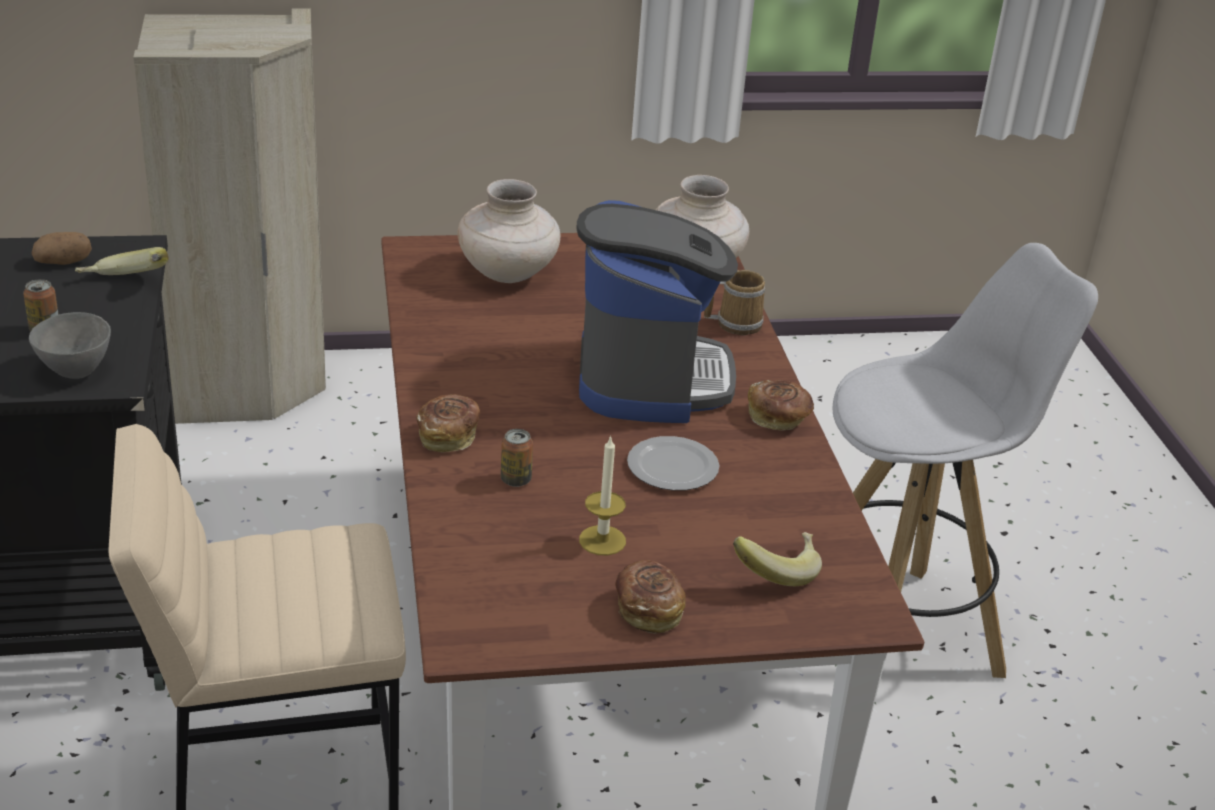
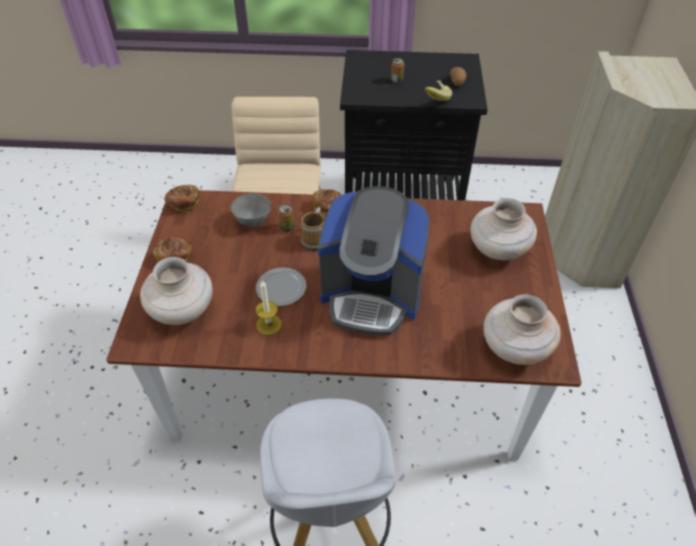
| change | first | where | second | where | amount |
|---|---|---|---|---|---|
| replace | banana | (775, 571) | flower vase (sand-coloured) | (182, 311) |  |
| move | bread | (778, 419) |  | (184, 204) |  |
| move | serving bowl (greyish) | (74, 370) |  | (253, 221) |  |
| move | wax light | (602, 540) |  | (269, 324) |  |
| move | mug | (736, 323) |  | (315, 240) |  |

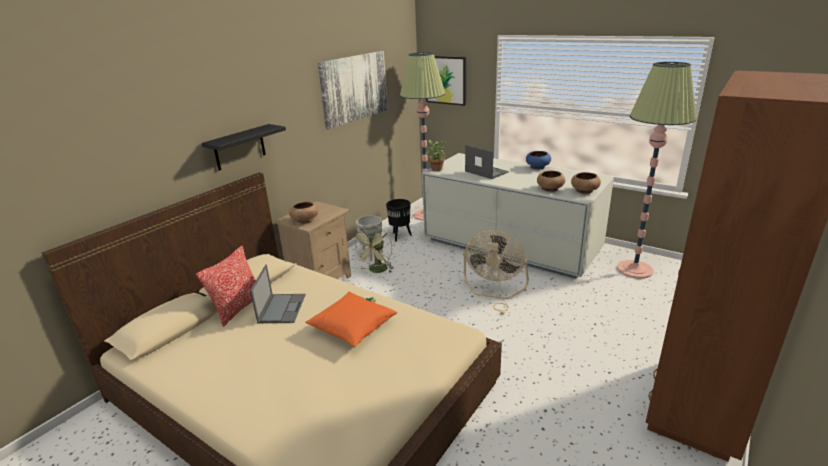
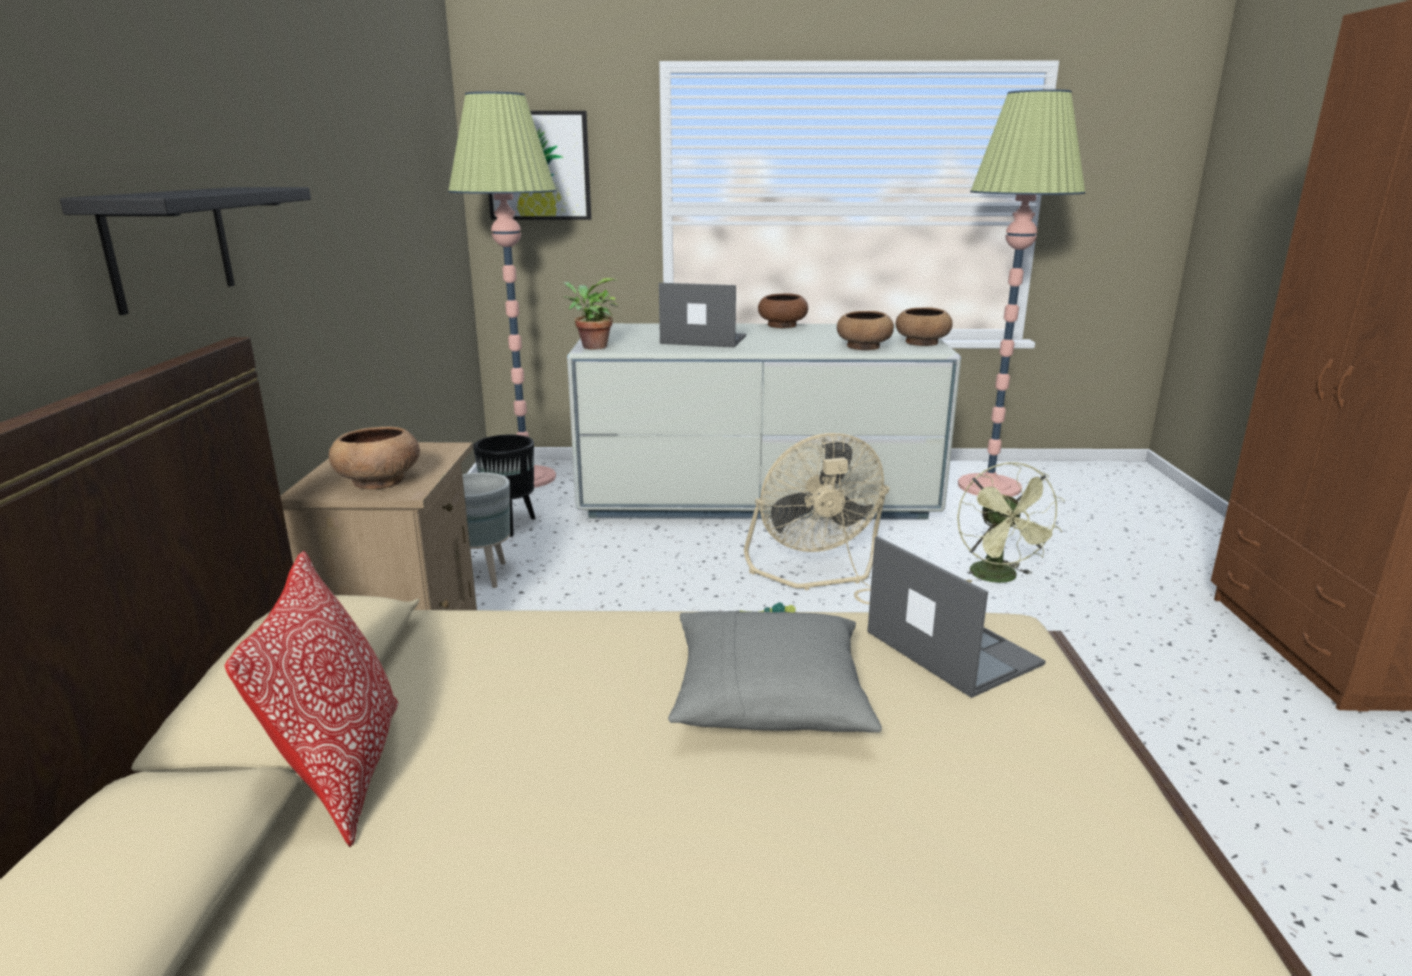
| change | first | where | second | where | amount |
|---|---|---|---|---|---|
| recolor | throw pillow (orange-coloured) | (353, 328) | throw pillow (greyish) | (770, 699) |  |
| recolor | serving bowl (blue) | (537, 167) | serving bowl (brown) | (782, 326) |  |
| move | notebook computer | (282, 308) |  | (950, 647) |  |
| move | electric fan (green-coloured) | (376, 271) |  | (999, 578) |  |
| delete | wall picture | (354, 88) |  |  |  |

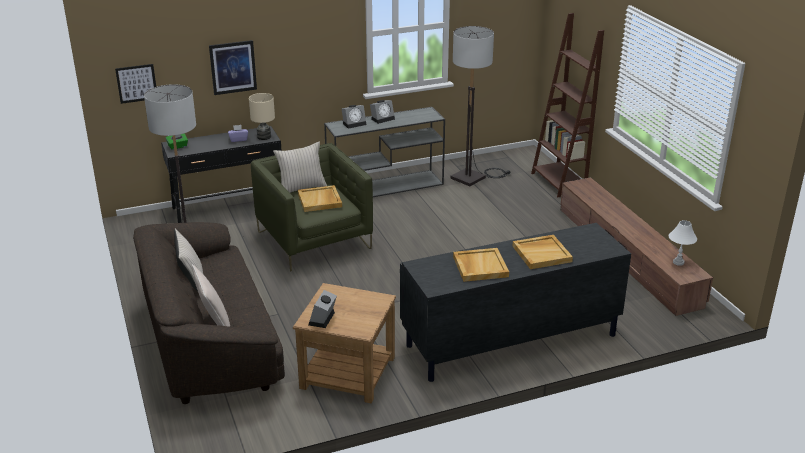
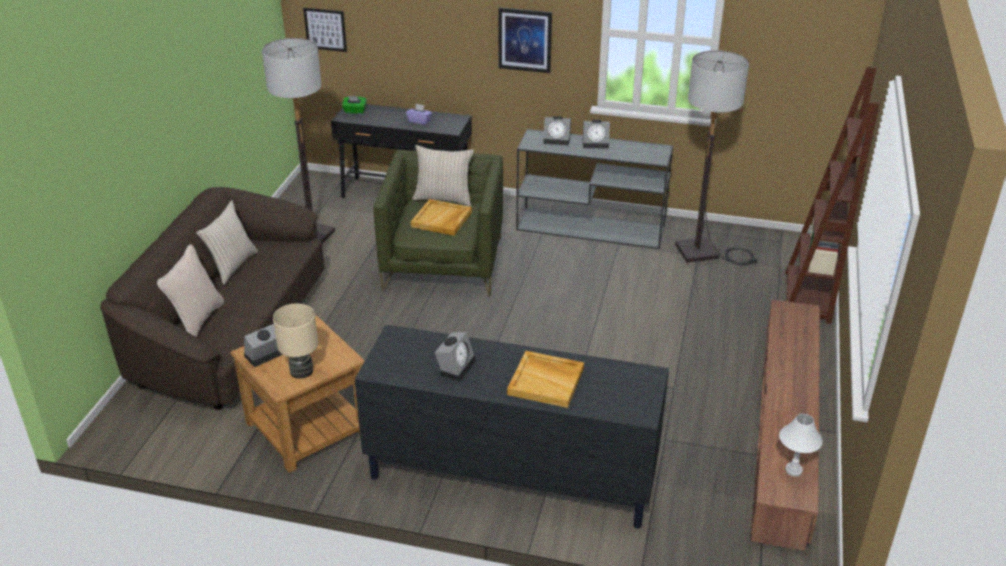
| change | first | where | second | where | amount |
|---|---|---|---|---|---|
| move | table lamp (sand-coloured) | (264, 137) |  | (302, 371) |  |
| replace | carrying tray (sand-coloured) | (480, 266) | bedside clock | (456, 366) |  |
| move | wall picture | (233, 67) |  | (525, 40) |  |

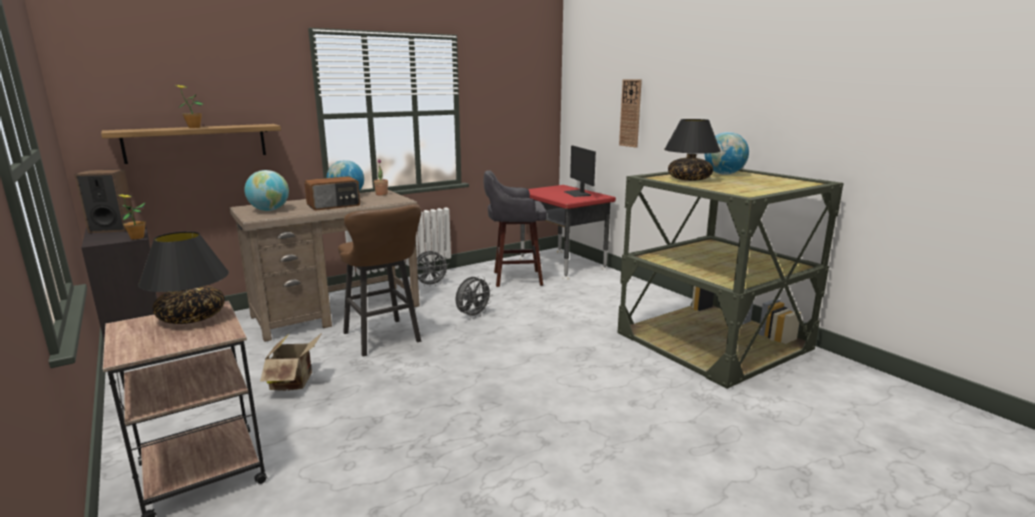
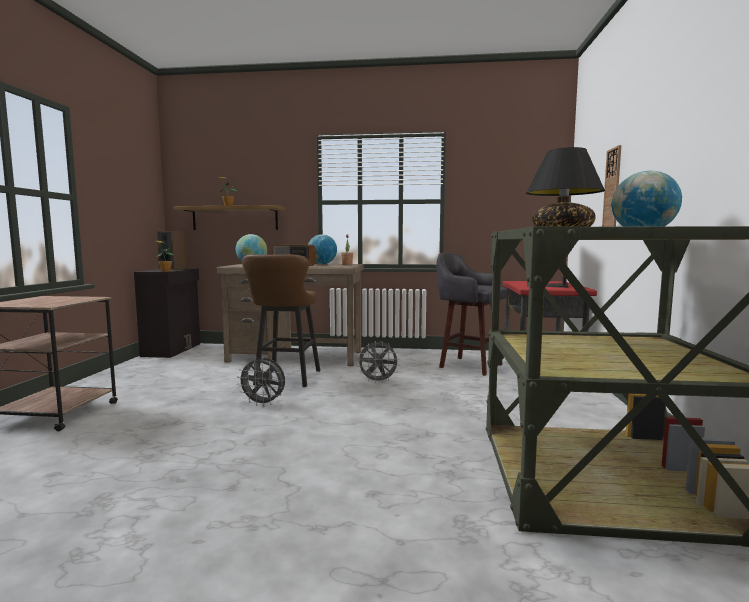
| change | first | where | second | where | amount |
|---|---|---|---|---|---|
| move | electric fan (greyish) | (431, 285) |  | (263, 404) |  |
| delete | table lamp (black-coloured) | (192, 317) |  |  |  |
| delete | carton | (295, 381) |  |  |  |

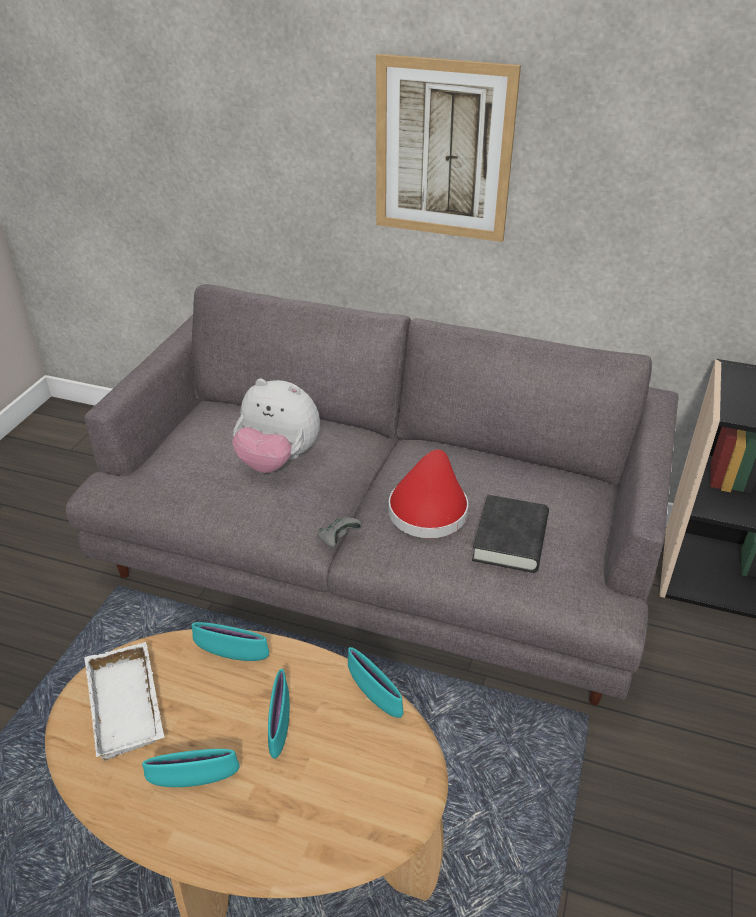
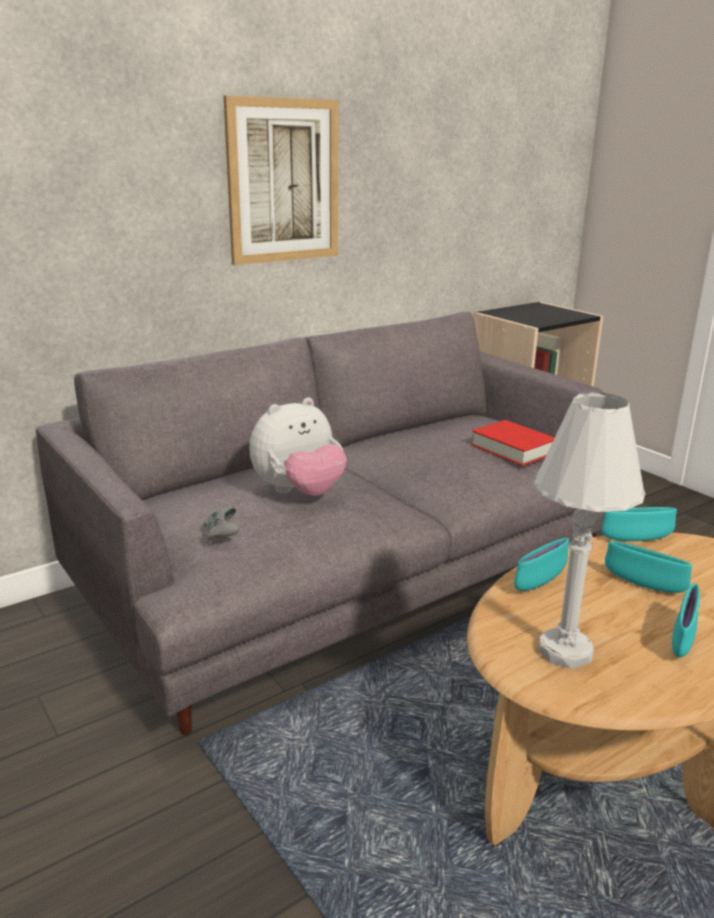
| change | first | where | second | where | amount |
|---|---|---|---|---|---|
| move | gamepad (greyish) | (338, 539) |  | (221, 535) |  |
| recolor | bound book (black-coloured) | (510, 539) | bound book (red) | (514, 449) |  |
| replace | carrying tray (white) | (129, 706) | table lamp (white) | (565, 651) |  |
| delete | clothing hat (red) | (428, 508) |  |  |  |

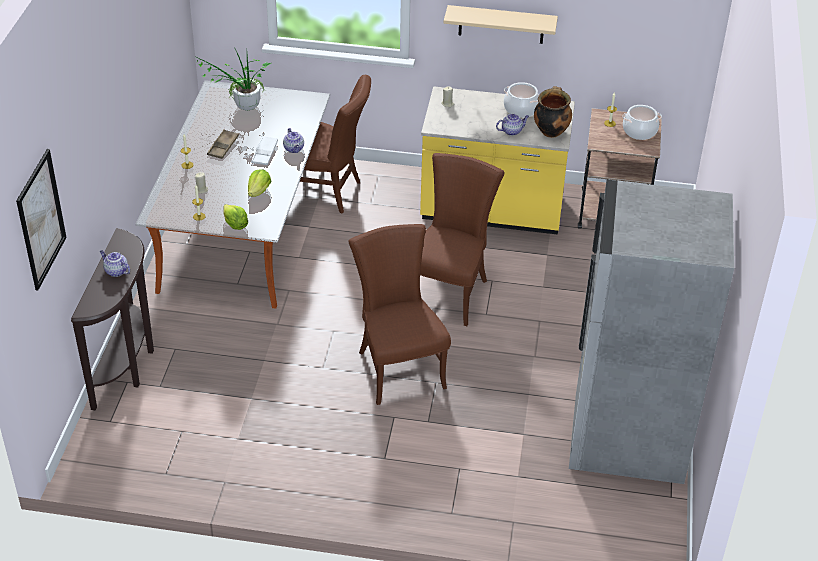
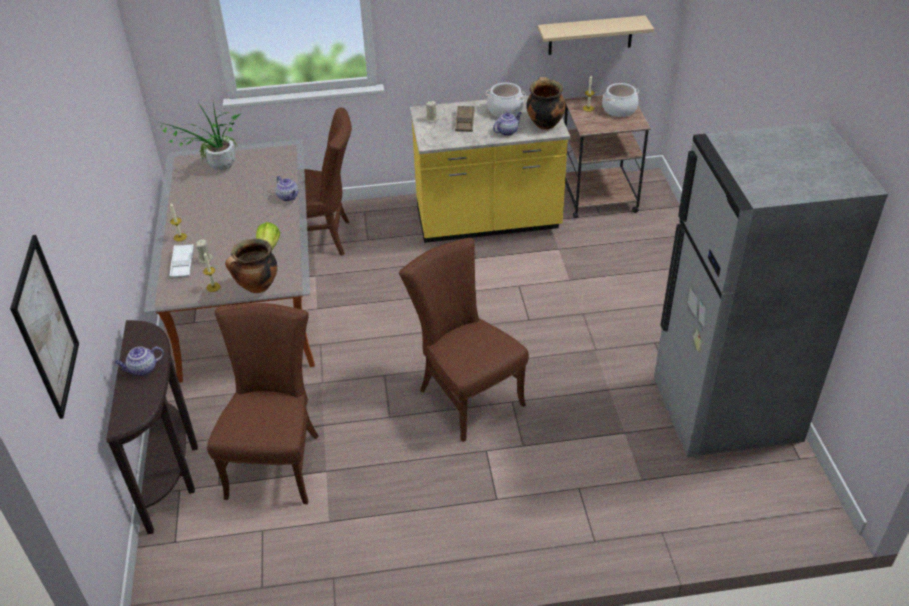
| change | first | where | second | where | amount |
|---|---|---|---|---|---|
| rotate | pot for tea | (115, 271) |  | (142, 369) | 45 degrees counterclockwise |
| move | carrying tray (white) | (264, 153) |  | (182, 264) |  |
| move | upright chair (brown) | (449, 290) |  | (277, 461) |  |
| replace | lettuce | (235, 225) | stockpot | (257, 287) |  |
| move | carrying tray (brown) | (223, 146) |  | (465, 121) |  |
| move | shelf (sand-coloured) | (501, 24) |  | (590, 35) |  |

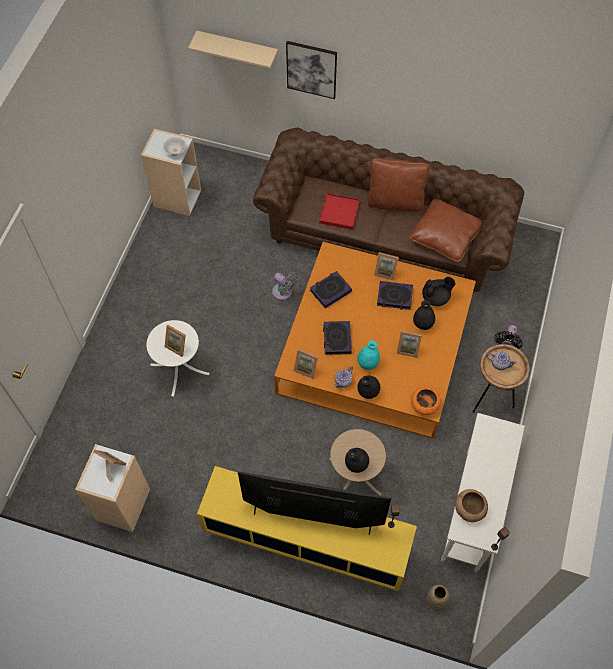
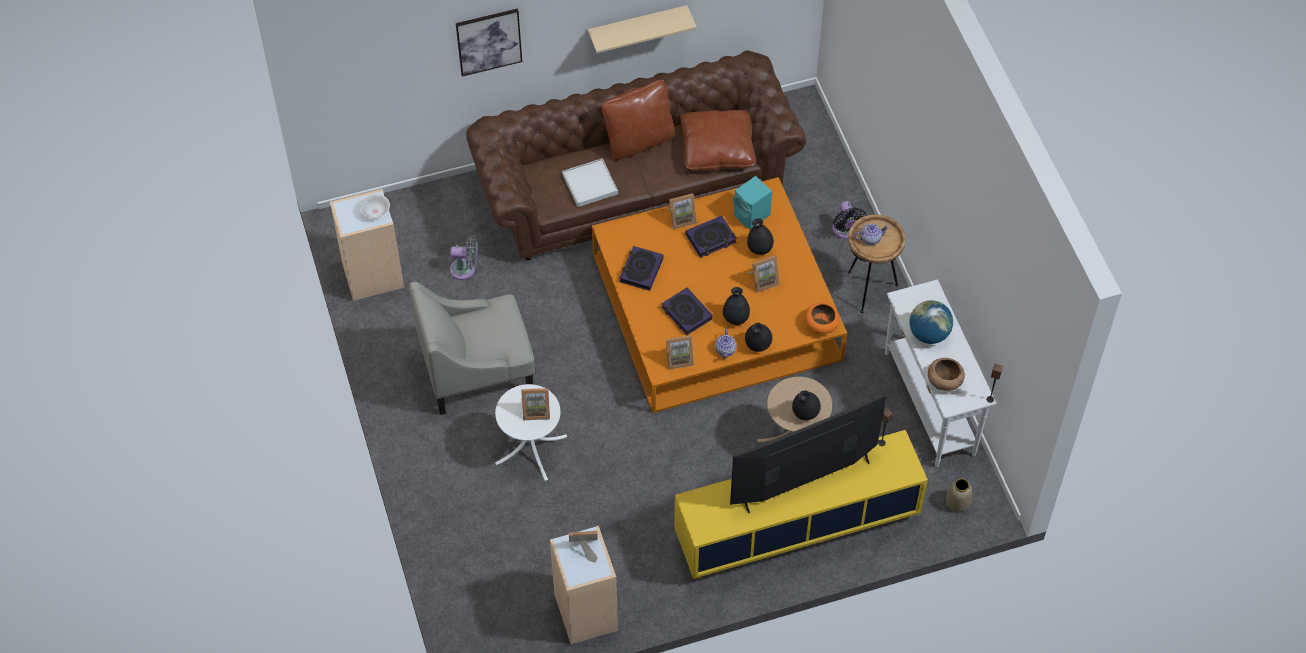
| change | first | where | second | where | amount |
|---|---|---|---|---|---|
| insert |  |  | armchair (greyish) | (478, 370) |  |
| move | electric fan (greyish) | (284, 293) |  | (465, 269) |  |
| recolor | carrying tray (red) | (339, 212) | carrying tray (white) | (590, 184) |  |
| move | shelf (sand-coloured) | (237, 49) |  | (637, 27) |  |
| recolor | flower vase (turquoise) | (368, 363) | flower vase (black-coloured) | (736, 318) |  |
| replace | pot for tea (black-coloured) | (436, 297) | audio speaker (turquoise) | (752, 216) |  |
| insert |  |  | world globe | (929, 334) |  |

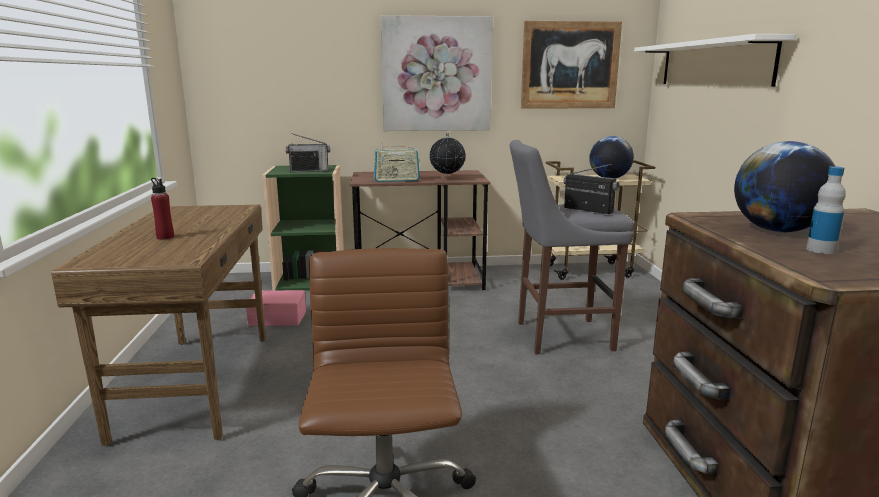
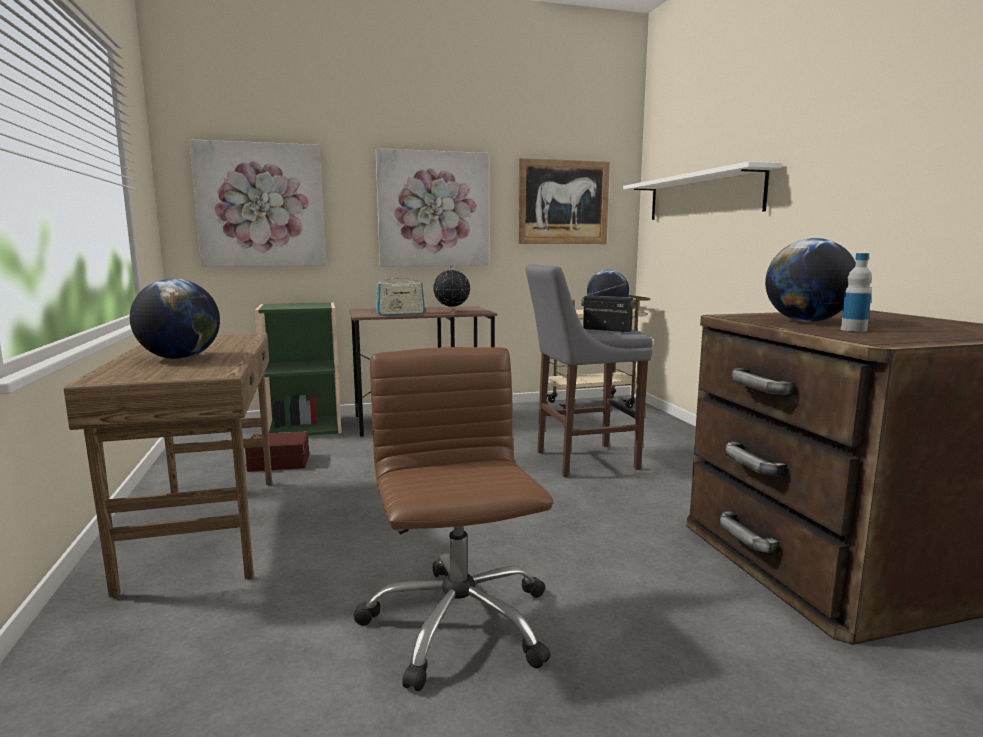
| change | first | where | second | where | amount |
|---|---|---|---|---|---|
| replace | beverage bottle (red) | (165, 237) | world globe | (180, 358) |  |
| insert |  |  | wall picture | (261, 205) |  |
| recolor | storage container (pinkish) | (277, 317) | storage container (brown) | (279, 462) |  |
| delete | radio set | (309, 171) |  |  |  |

